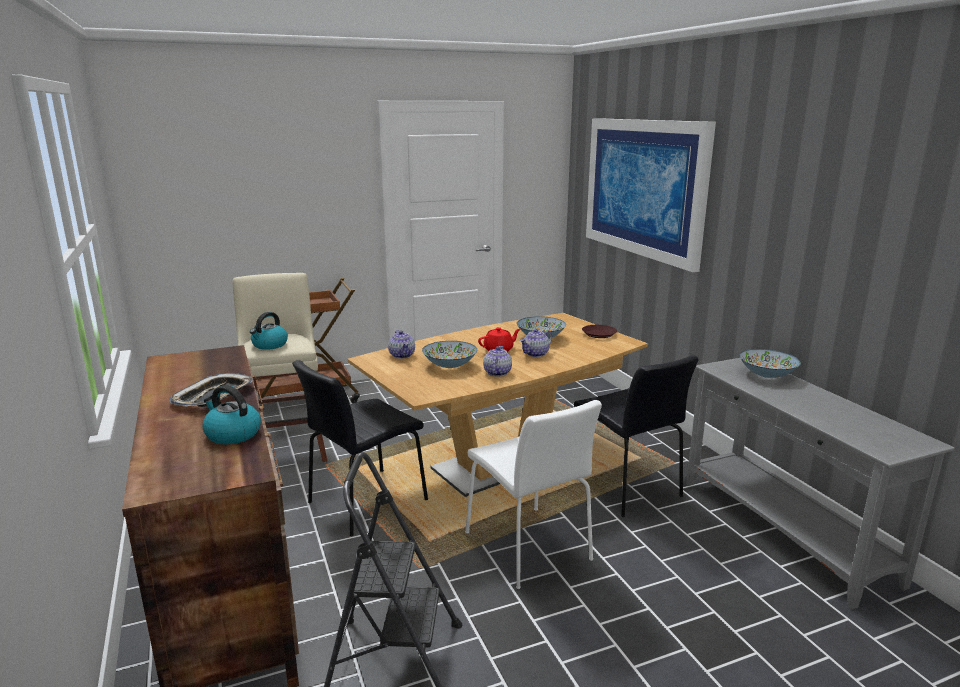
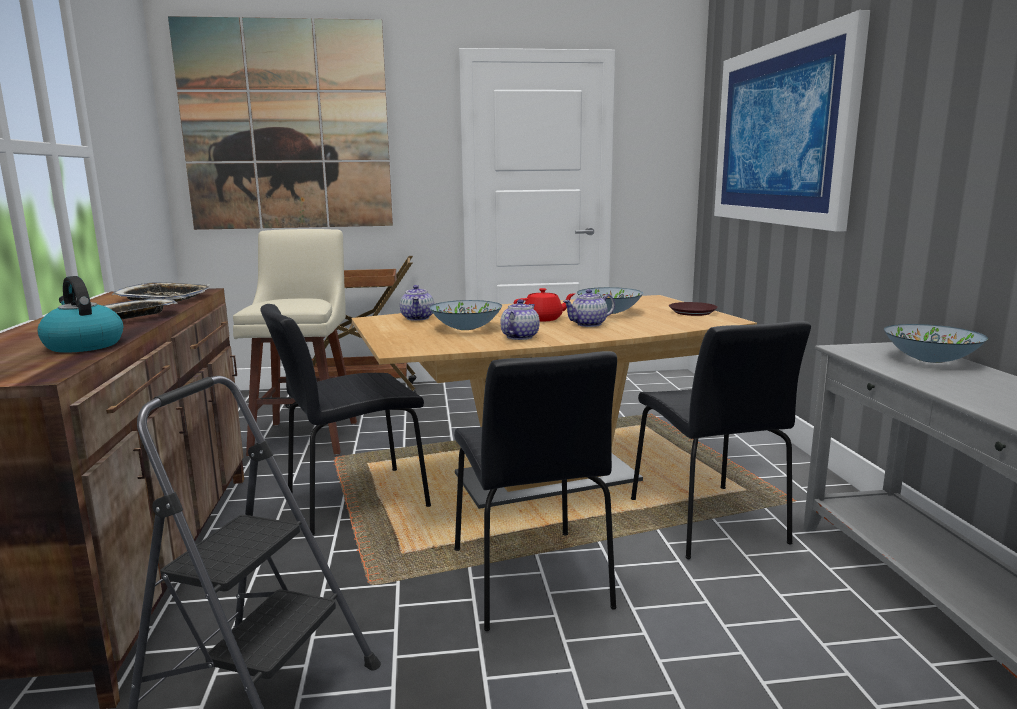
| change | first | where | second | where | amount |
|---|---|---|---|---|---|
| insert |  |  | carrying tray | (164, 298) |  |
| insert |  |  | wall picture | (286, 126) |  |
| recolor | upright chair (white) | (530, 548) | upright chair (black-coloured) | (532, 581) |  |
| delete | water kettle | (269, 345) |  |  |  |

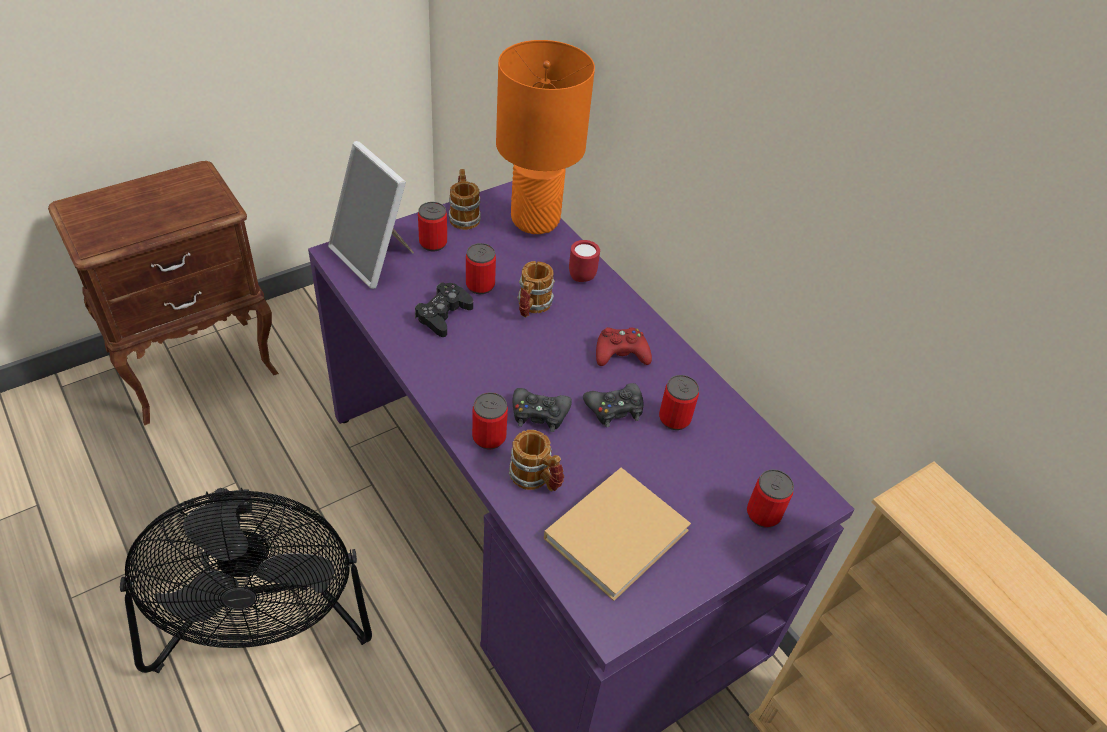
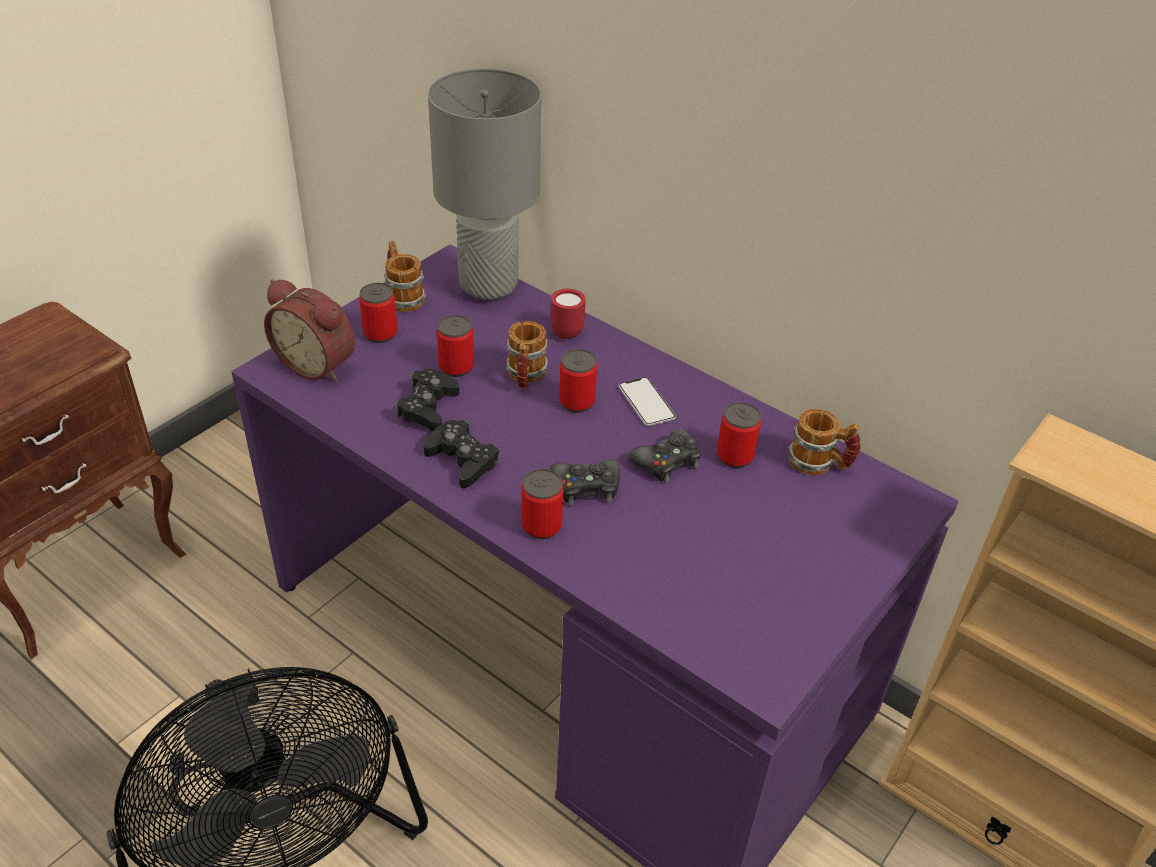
| change | first | where | second | where | amount |
|---|---|---|---|---|---|
| replace | photo frame | (375, 258) | bedside clock | (318, 364) |  |
| insert |  |  | gamepad (black-coloured) | (462, 460) |  |
| recolor | table lamp (orange-coloured) | (534, 224) | table lamp (greyish) | (488, 289) |  |
| move | sealed can | (763, 514) |  | (576, 402) |  |
| replace | gamepad (red) | (621, 353) | telephone | (646, 403) |  |
| move | mug | (536, 479) |  | (819, 464) |  |
| delete | bound book (sand-coloured) | (619, 532) |  |  |  |

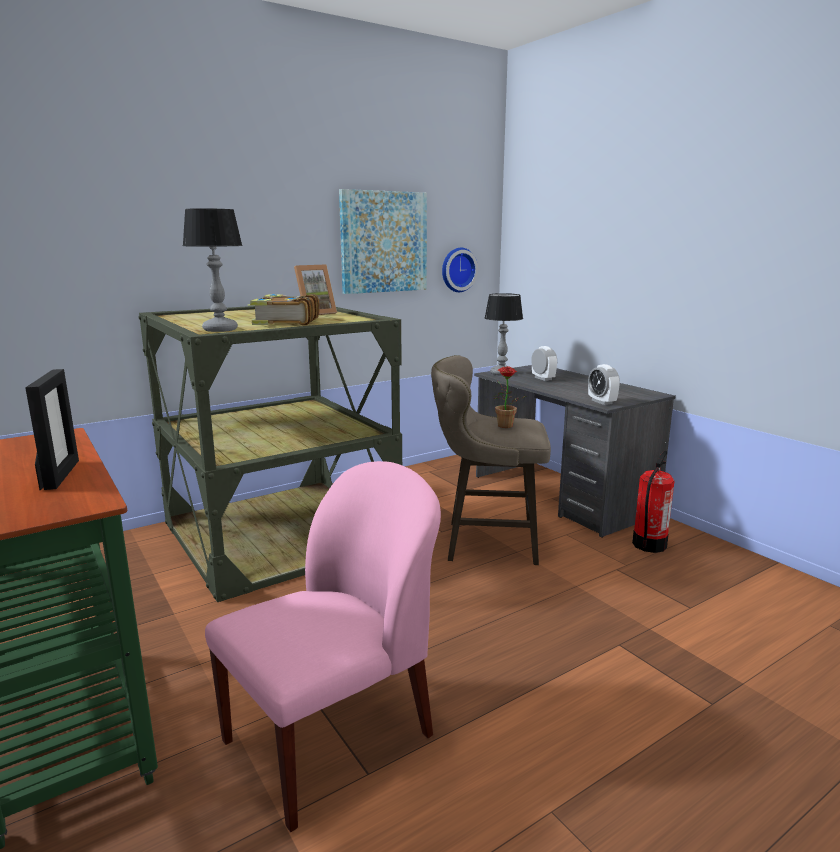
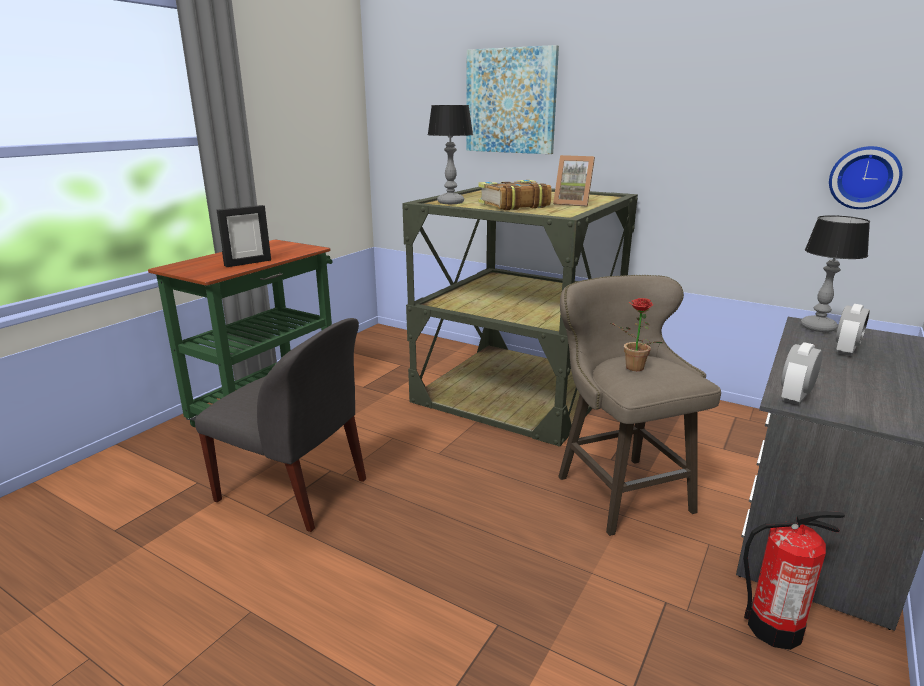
| change | first | where | second | where | amount |
|---|---|---|---|---|---|
| recolor | upright chair (pinkish) | (333, 737) | upright chair (greyish) | (295, 491) |  |
| move | wall picture | (383, 242) |  | (511, 101) |  |

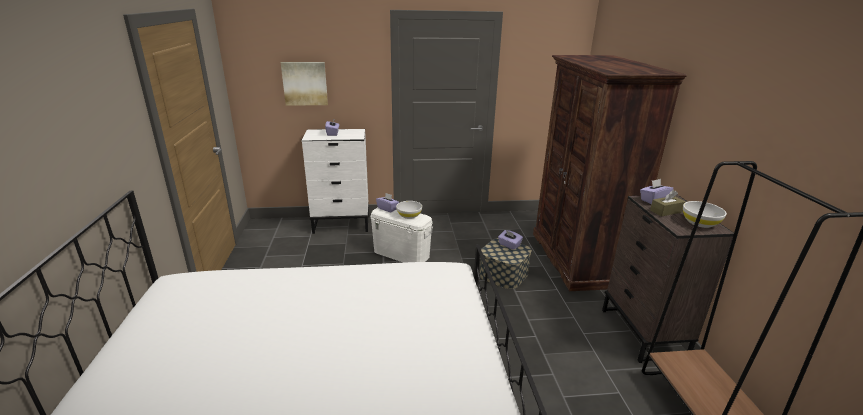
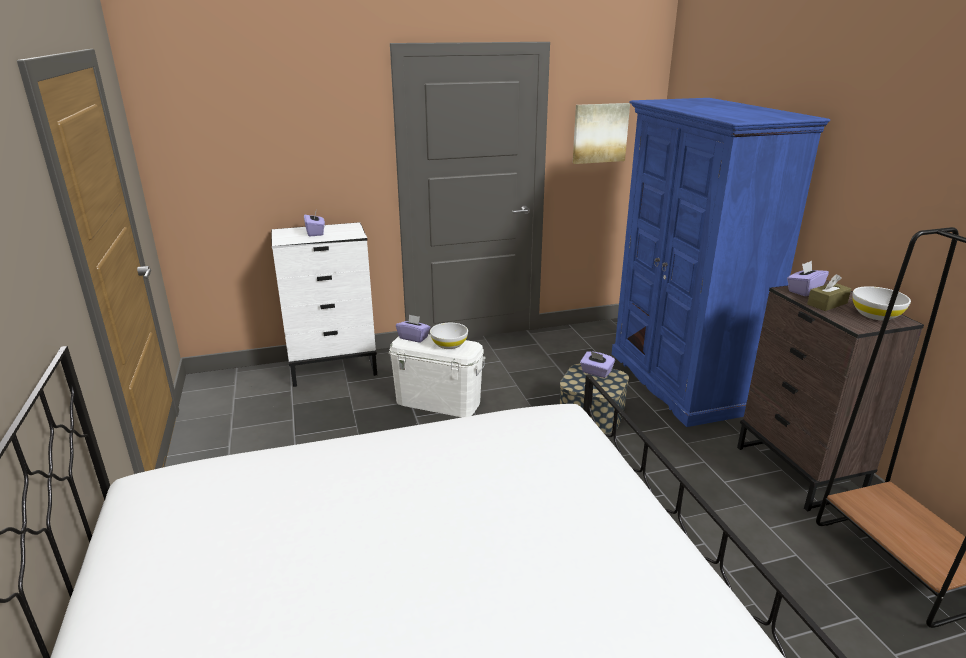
| change | first | where | second | where | amount |
|---|---|---|---|---|---|
| move | wall picture | (305, 83) |  | (599, 133) |  |
| recolor | armoire (brown) | (576, 258) | armoire (blue) | (680, 381) |  |

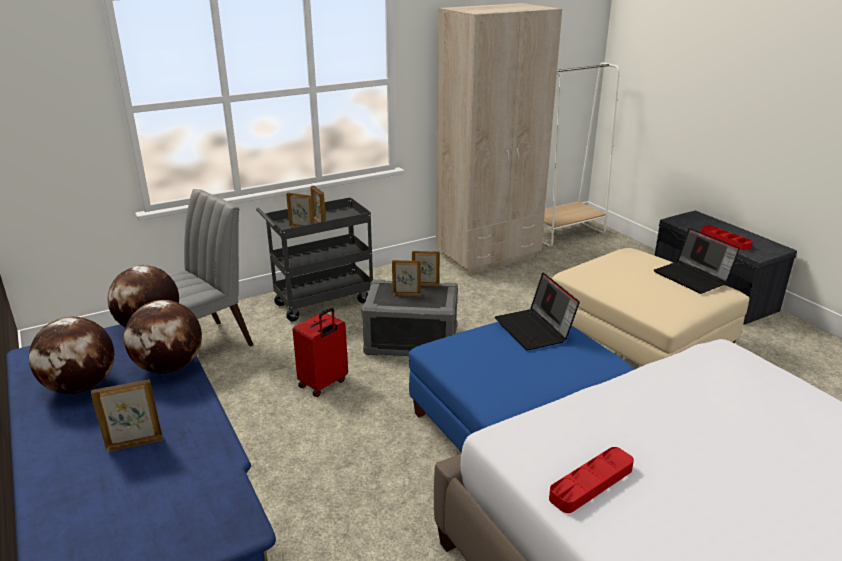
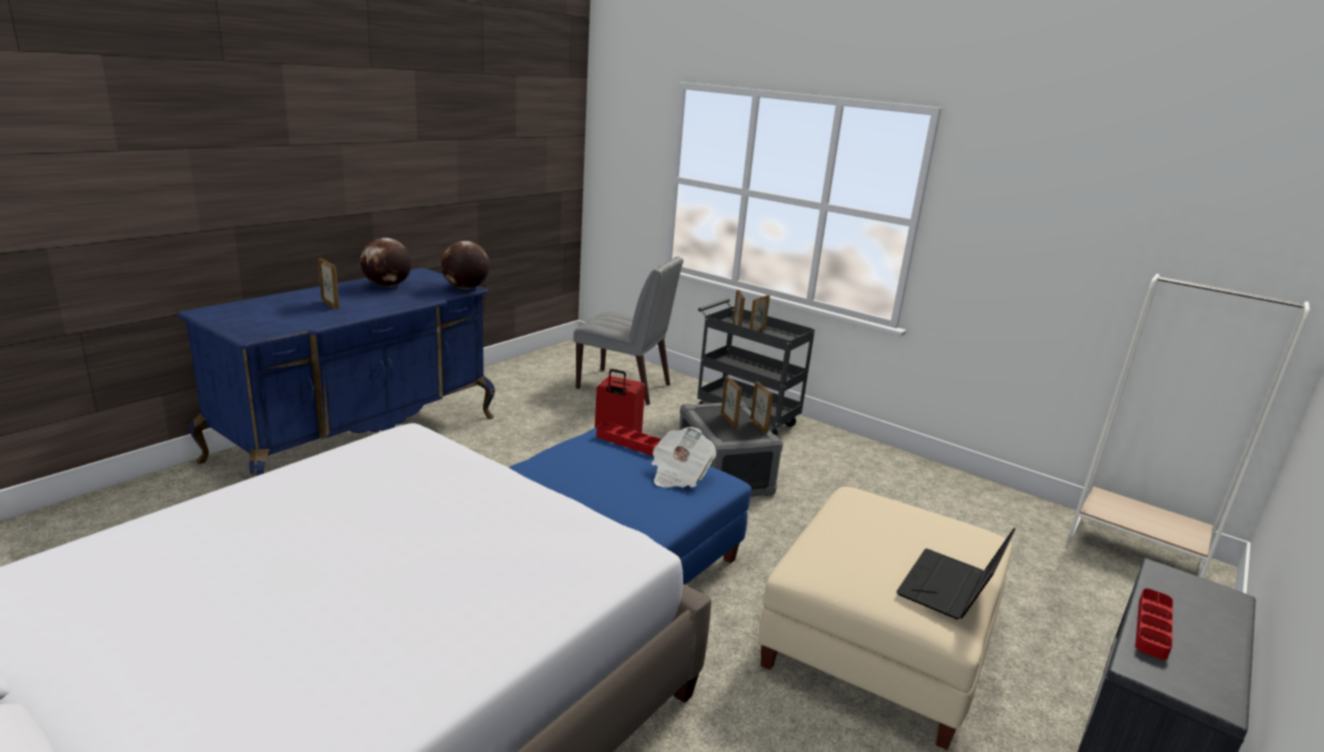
| change | first | where | second | where | amount |
|---|---|---|---|---|---|
| move | carrying tray (red) | (591, 483) |  | (629, 442) |  |
| replace | notebook computer | (535, 330) | printed paper | (679, 474) |  |
| delete | world globe | (170, 368) |  |  |  |
| delete | armoire (sand-coloured) | (489, 256) |  |  |  |

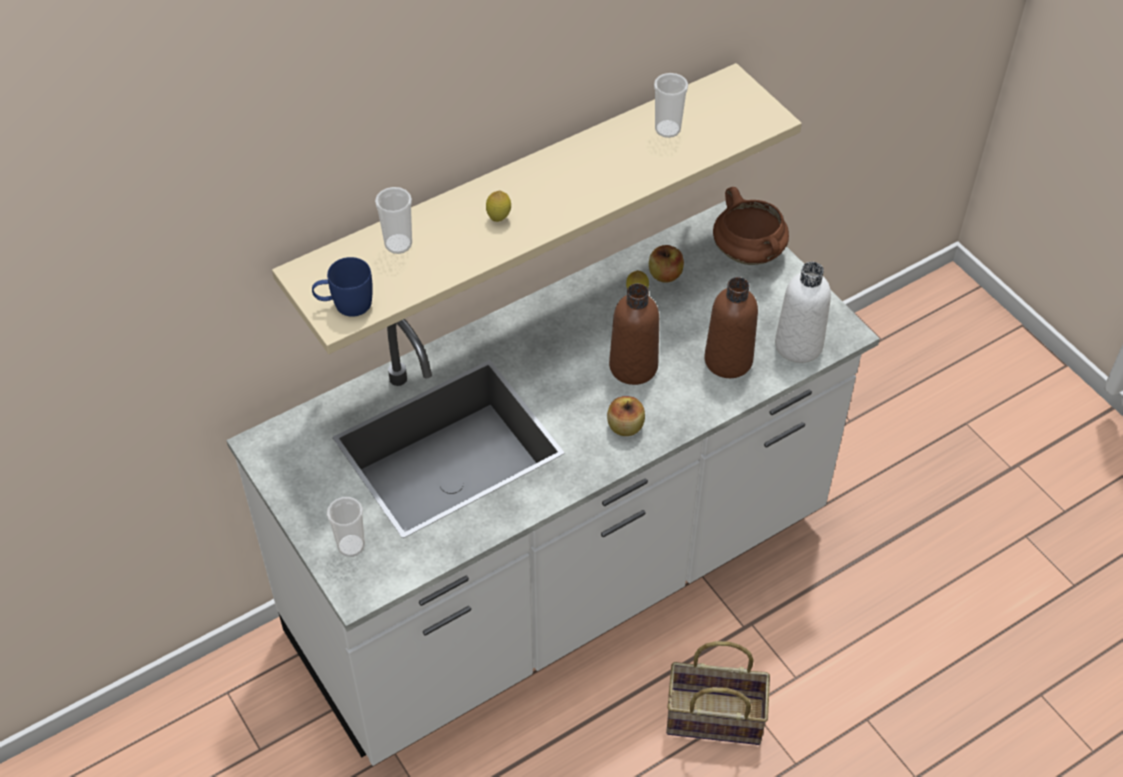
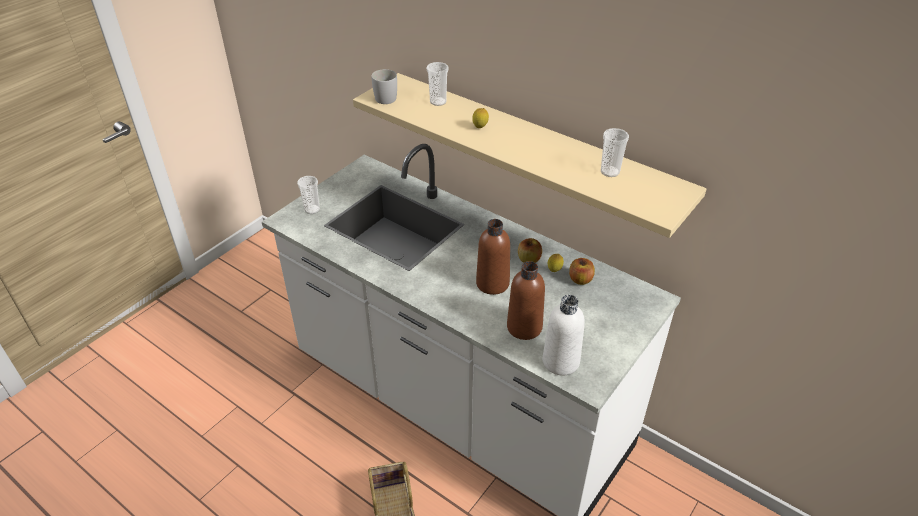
| change | first | where | second | where | amount |
|---|---|---|---|---|---|
| recolor | mug (blue) | (345, 304) | mug (white) | (383, 97) |  |
| move | whole apple | (625, 427) |  | (529, 259) |  |
| delete | stockpot (brown) | (749, 253) |  |  |  |

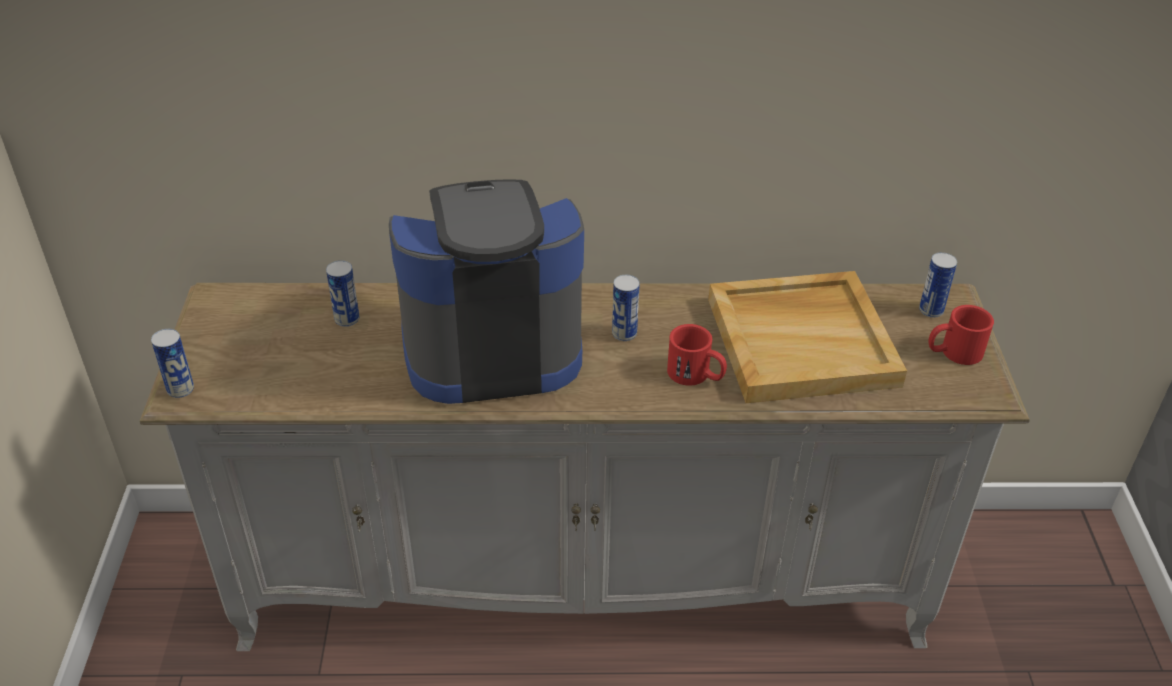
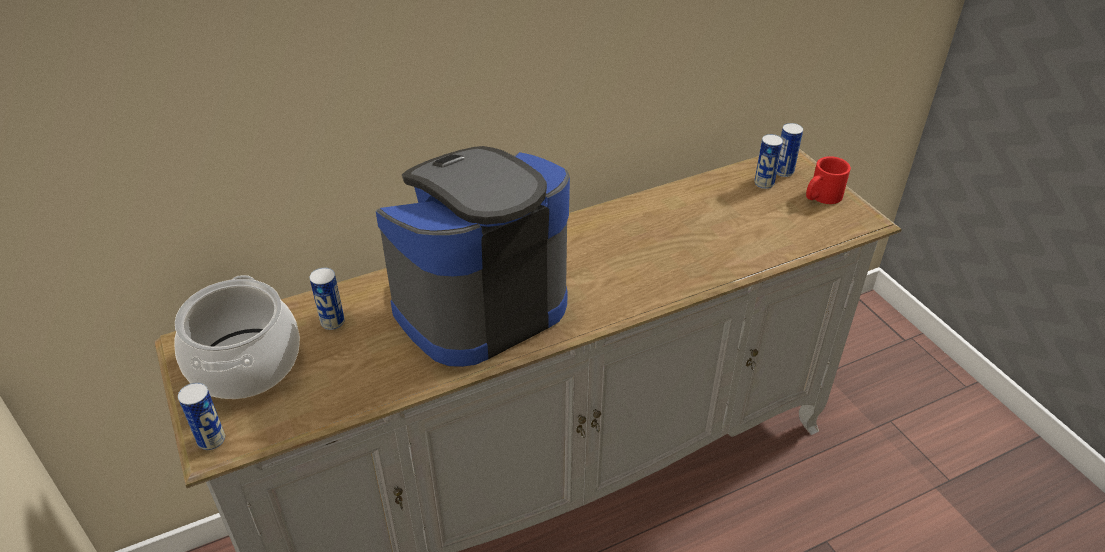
| change | first | where | second | where | amount |
|---|---|---|---|---|---|
| insert |  |  | stockpot | (244, 363) |  |
| move | sealed can | (624, 333) |  | (764, 183) |  |
| delete | mug (red) | (696, 375) |  |  |  |
| delete | carrying tray (sand-coloured) | (802, 340) |  |  |  |

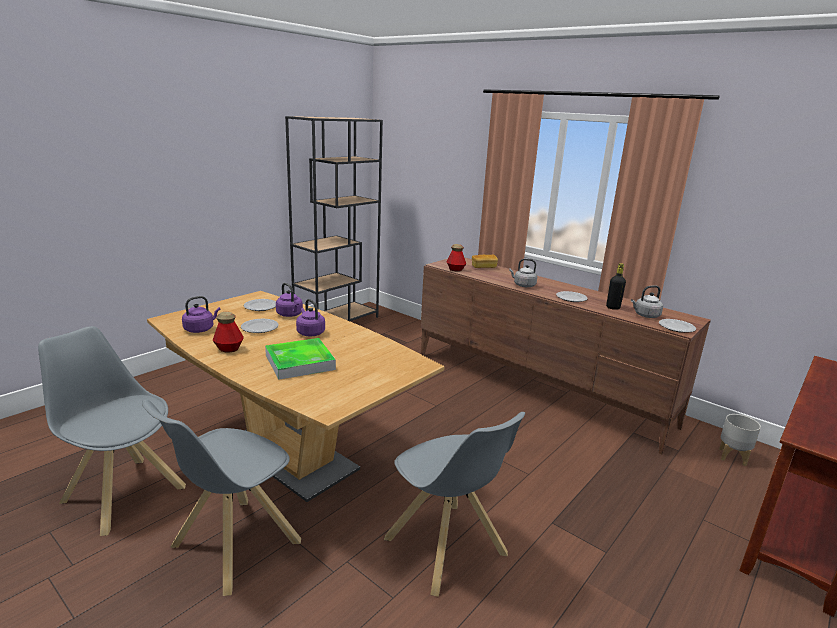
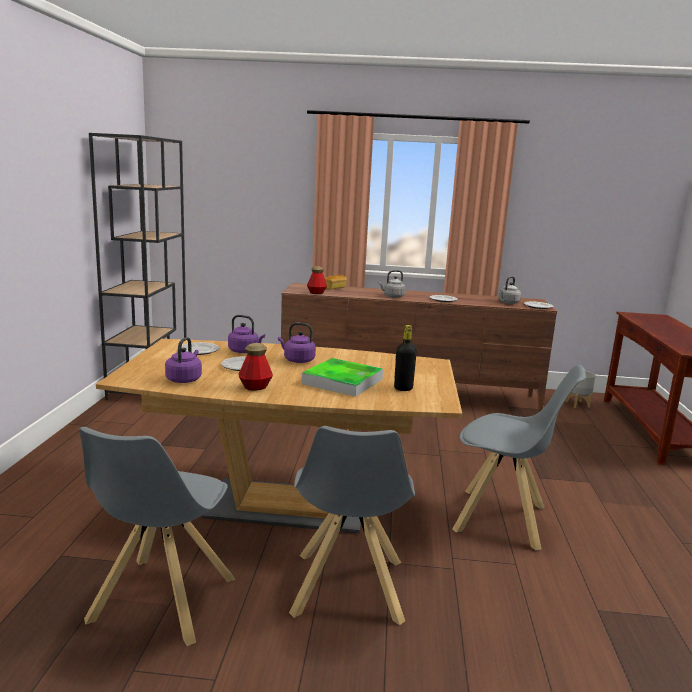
| change | first | where | second | where | amount |
|---|---|---|---|---|---|
| rotate | upright chair (greyish) | (122, 492) |  | (160, 602) | 75 degrees counterclockwise |
| move | beverage bottle (black-coloured) | (613, 307) |  | (403, 388) |  |

